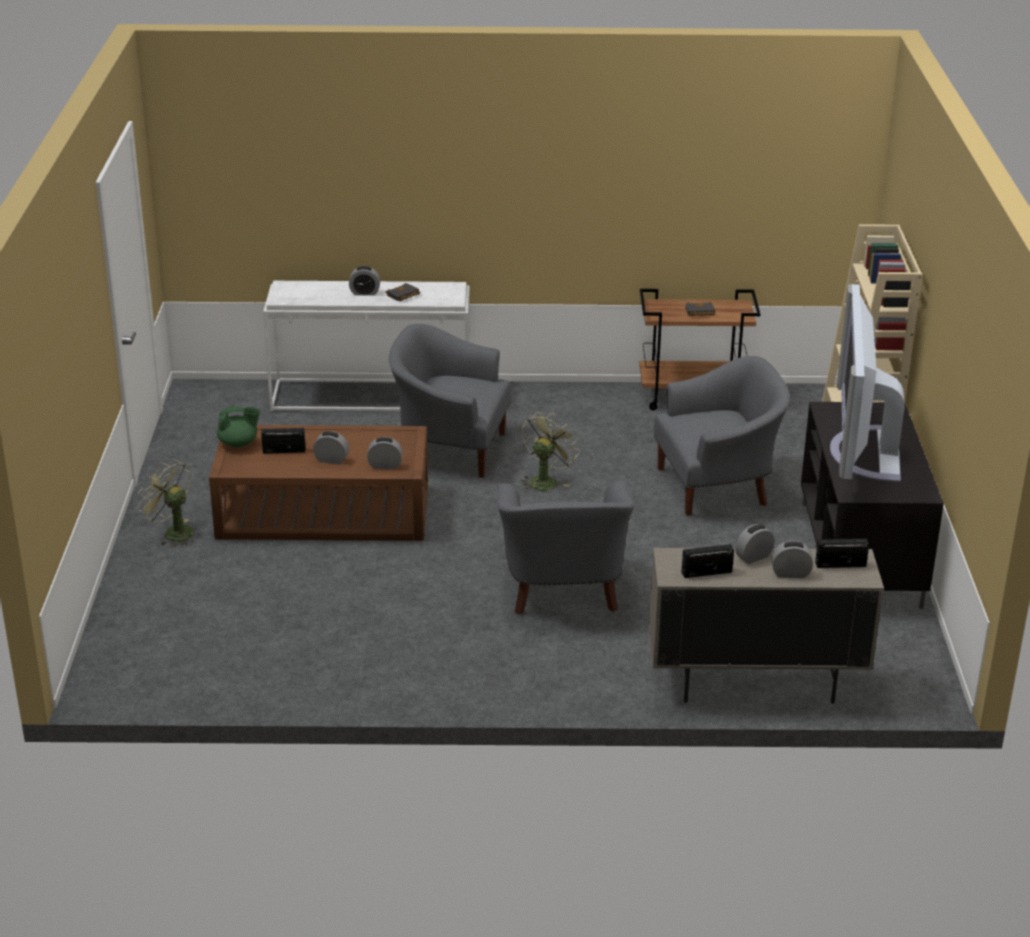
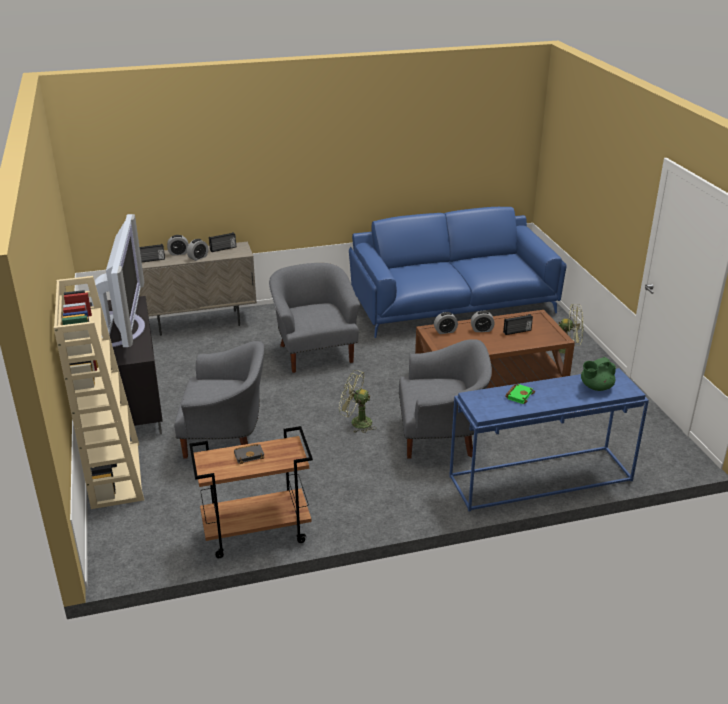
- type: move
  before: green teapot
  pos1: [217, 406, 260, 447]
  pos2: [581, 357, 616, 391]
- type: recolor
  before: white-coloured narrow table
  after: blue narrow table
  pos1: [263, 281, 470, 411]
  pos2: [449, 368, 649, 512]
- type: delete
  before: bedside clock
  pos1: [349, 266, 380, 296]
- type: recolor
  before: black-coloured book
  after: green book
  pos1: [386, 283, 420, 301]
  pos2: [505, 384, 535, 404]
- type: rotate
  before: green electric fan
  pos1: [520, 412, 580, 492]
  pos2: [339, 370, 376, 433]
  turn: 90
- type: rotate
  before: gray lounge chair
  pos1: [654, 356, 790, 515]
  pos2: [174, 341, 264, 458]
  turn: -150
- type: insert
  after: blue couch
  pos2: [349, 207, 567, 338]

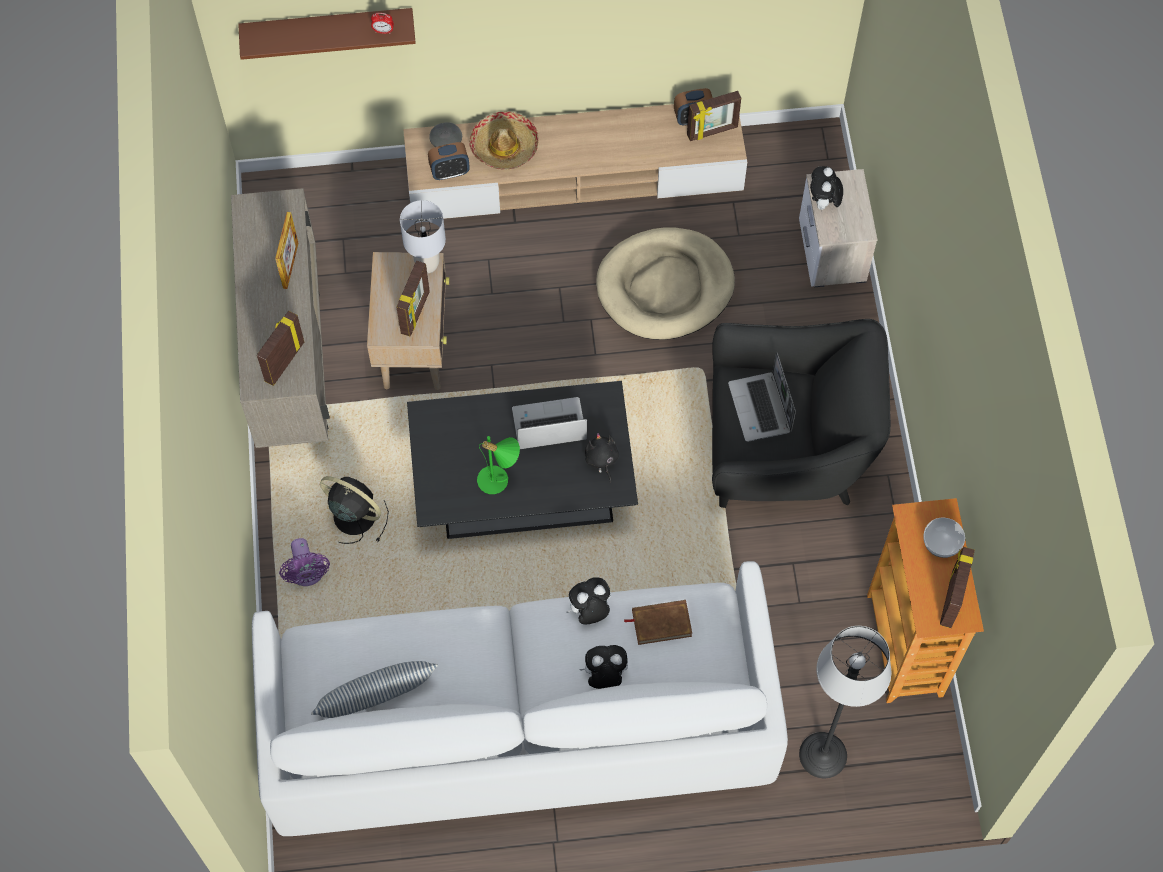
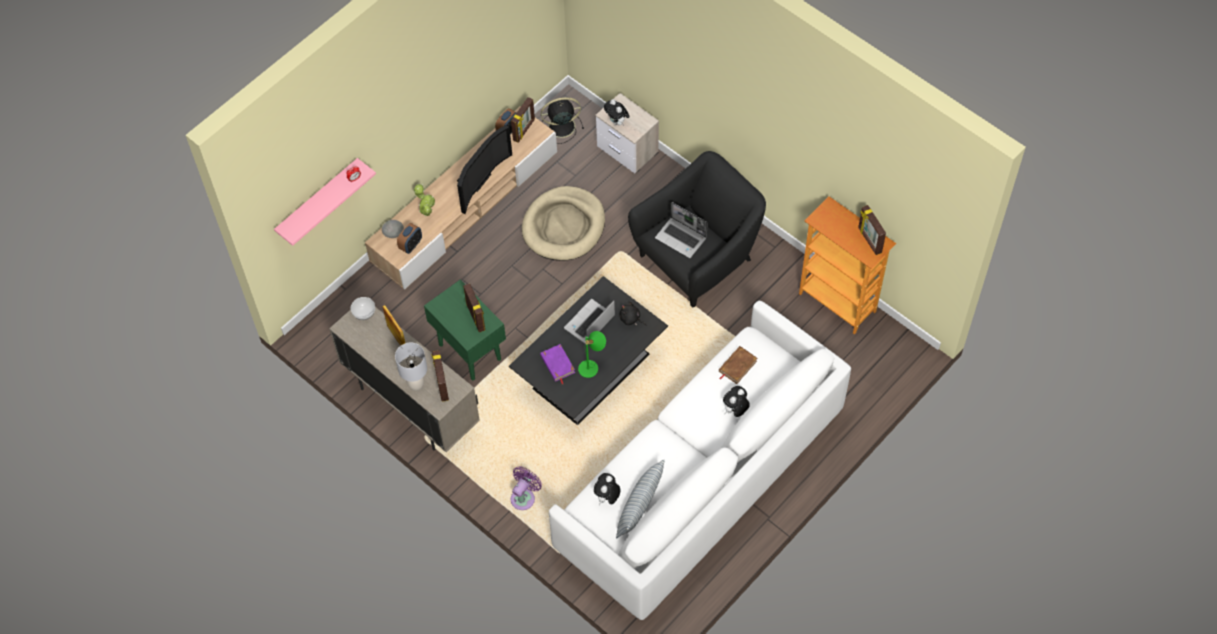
- type: recolor
  before: brownish shelf
  after: pink-coloured shelf
  pos1: [238, 8, 416, 60]
  pos2: [274, 158, 376, 246]
- type: rotate
  before: purple-coloured electric fan
  pos1: [279, 538, 330, 586]
  pos2: [511, 466, 542, 510]
  turn: -90
- type: move
  before: black-coloured electric fan
  pos1: [320, 476, 389, 544]
  pos2: [541, 97, 584, 144]
- type: recolor
  before: beige-coloured end table
  after: green end table
  pos1: [367, 252, 450, 390]
  pos2: [424, 279, 506, 380]
- type: move
  before: gray lamp for a table
  pos1: [400, 200, 446, 273]
  pos2: [395, 342, 427, 391]
- type: replace
  before: hat
  after: plant in a pot
  pos1: [469, 112, 539, 170]
  pos2: [414, 184, 435, 216]
- type: move
  before: cuddly toy
  pos1: [566, 577, 611, 625]
  pos2: [594, 473, 620, 506]
- type: delete
  before: standard lamp
  pos1: [799, 626, 891, 778]
- type: move
  before: bowl
  pos1: [923, 518, 965, 558]
  pos2: [351, 297, 375, 320]
- type: insert
  after: TV
  pos2: [457, 125, 512, 214]
- type: insert
  after: purple-coloured book
  pos2: [540, 344, 575, 384]

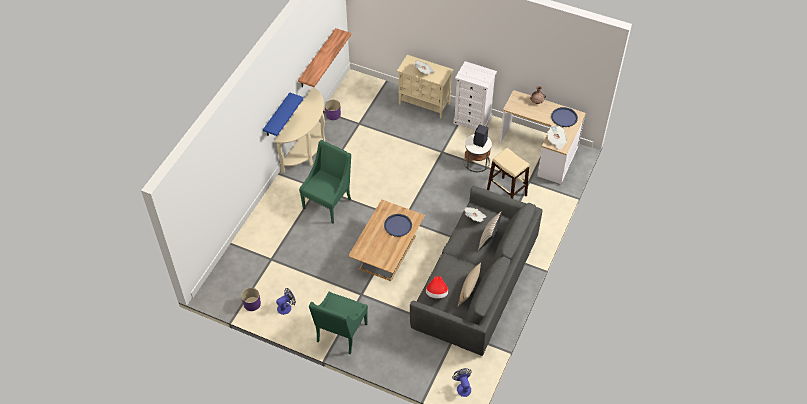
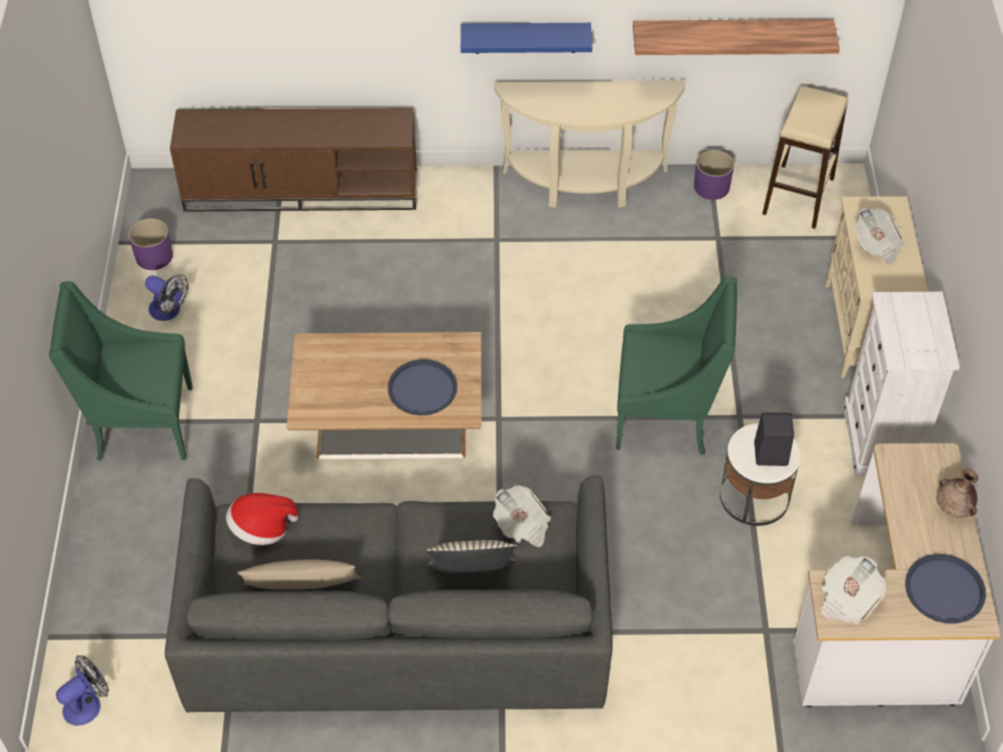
- type: move
  before: green lounge chair
  pos1: [299, 140, 351, 224]
  pos2: [616, 276, 737, 455]
- type: move
  before: beige-coloured stool
  pos1: [487, 148, 530, 199]
  pos2: [762, 86, 848, 229]
- type: insert
  after: brownish tv unit
  pos2: [170, 108, 417, 212]

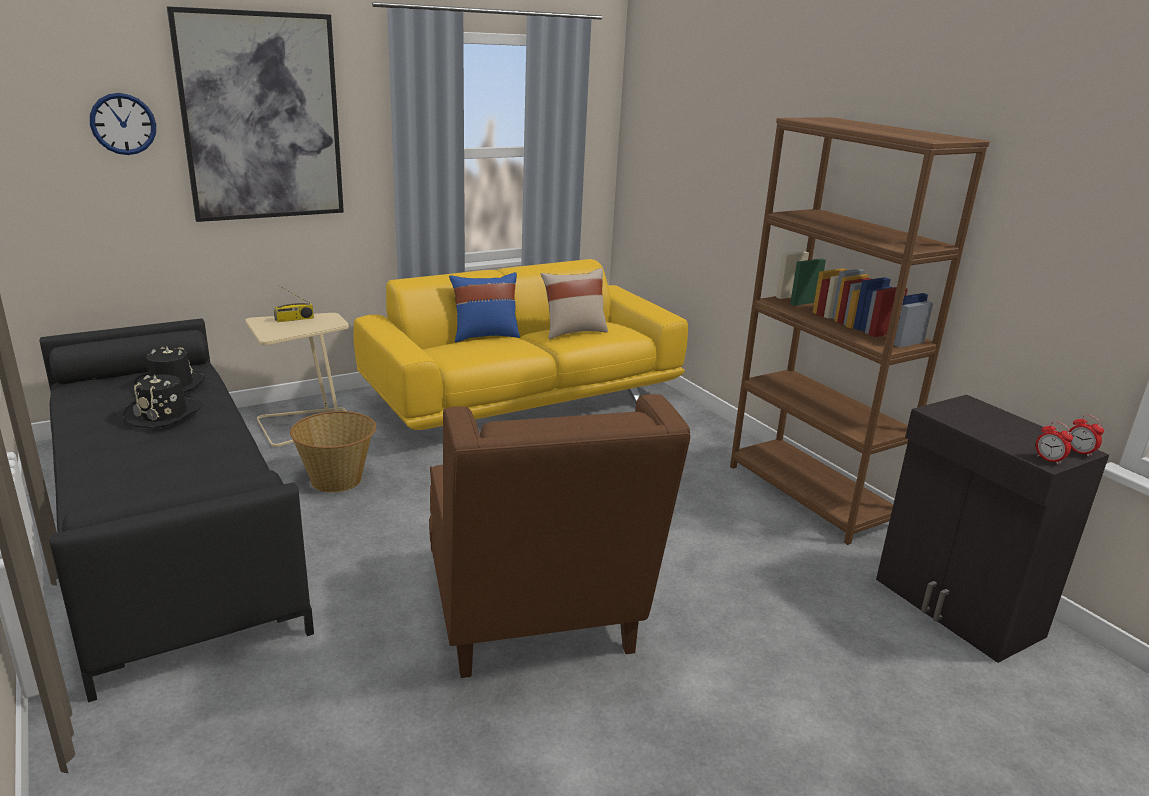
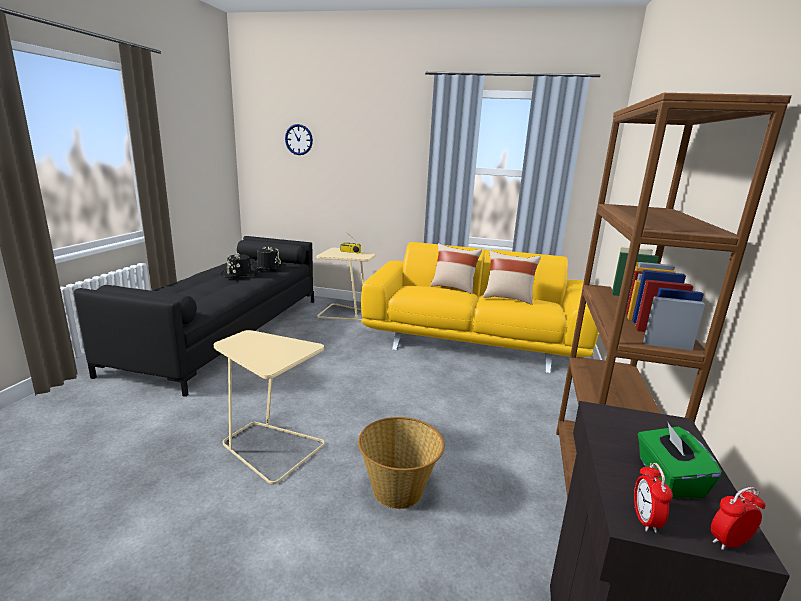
- type: delete
  before: wall art
  pos1: [167, 6, 344, 222]
- type: move
  before: storage basket
  pos1: [290, 411, 376, 492]
  pos2: [358, 417, 445, 509]
- type: replace
  before: brownish lounge chair
  after: beige-coloured end table
  pos1: [429, 394, 690, 678]
  pos2: [214, 330, 325, 484]
- type: recolor
  before: blue cushion
  after: beige-coloured cushion
  pos1: [449, 272, 520, 342]
  pos2: [430, 243, 482, 294]
- type: rotate
  before: bedside clock
  pos1: [1069, 415, 1104, 457]
  pos2: [711, 487, 766, 550]
  turn: 60
- type: insert
  after: green tissue box
  pos2: [638, 421, 722, 499]

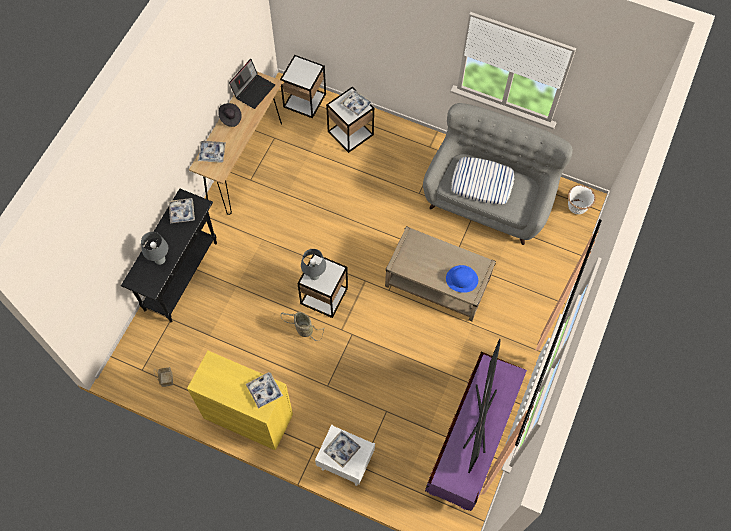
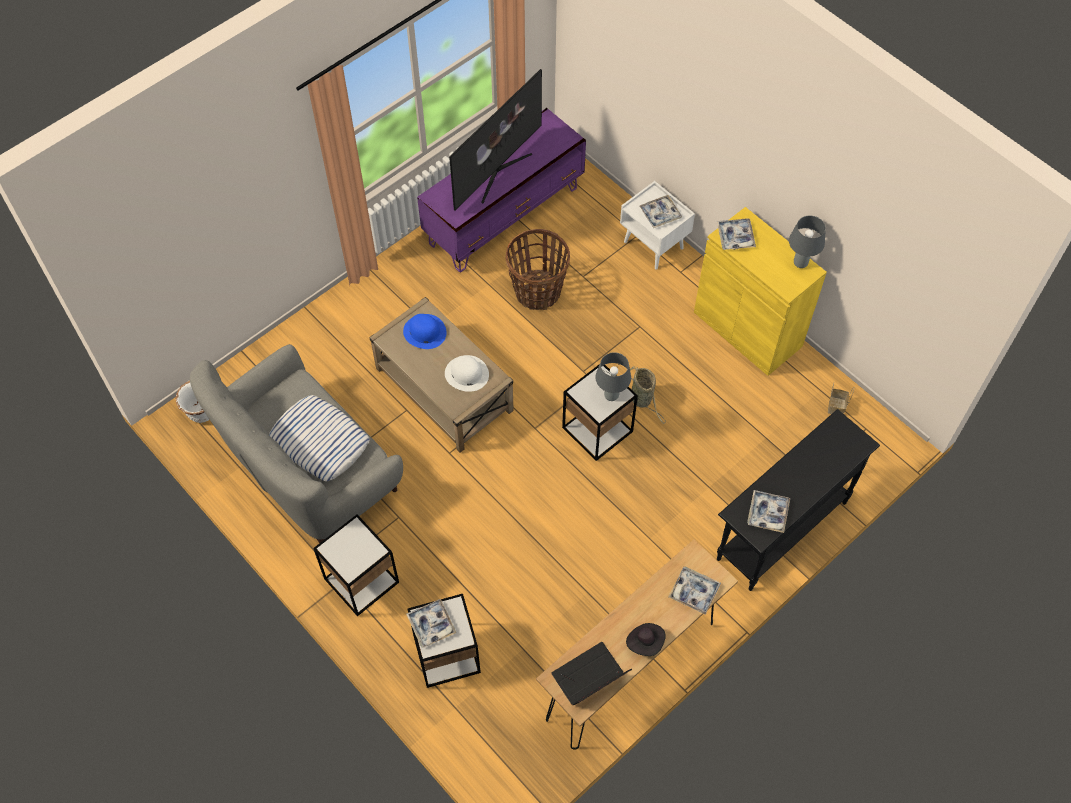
- type: move
  before: gray lamp for a table
  pos1: [141, 232, 168, 265]
  pos2: [789, 215, 826, 268]
- type: move
  before: end table
  pos1: [280, 55, 326, 118]
  pos2: [313, 514, 399, 616]
- type: insert
  after: white-coloured hat
  pos2: [445, 355, 489, 392]
- type: insert
  after: storage basket
  pos2: [506, 229, 570, 310]

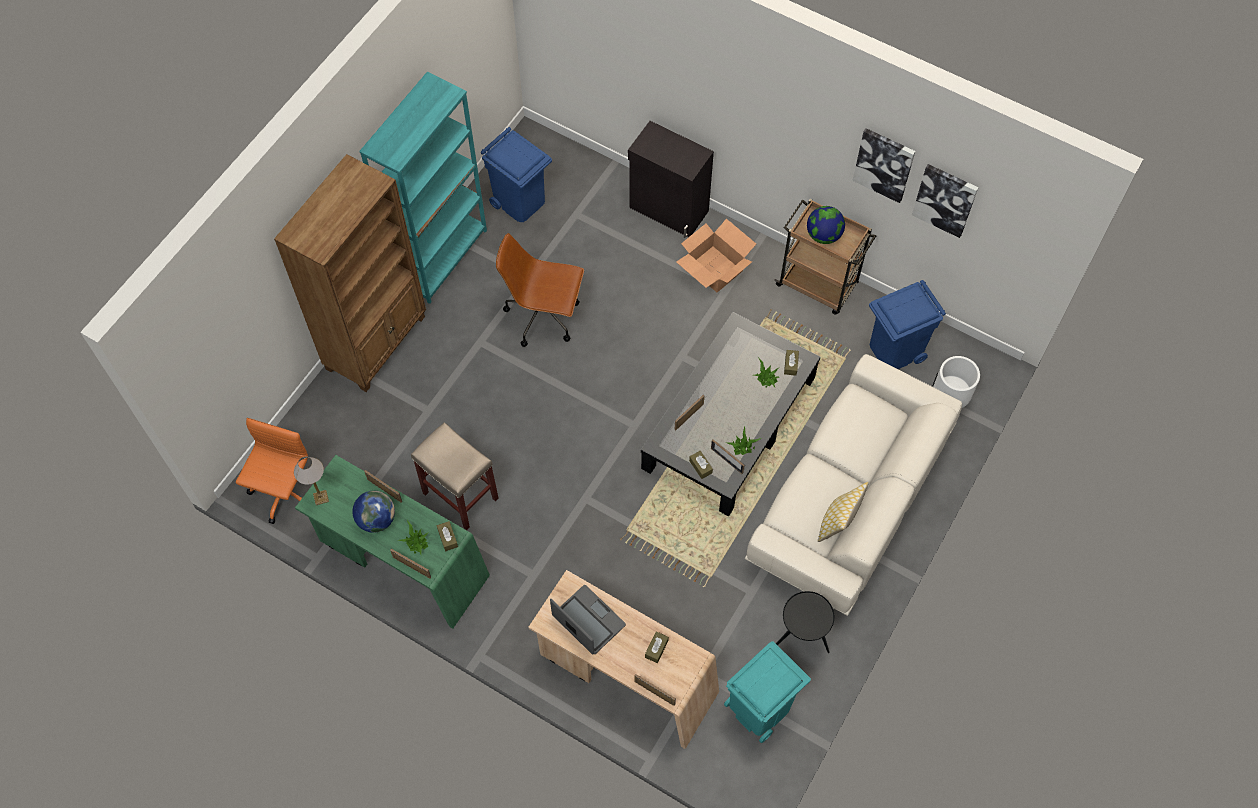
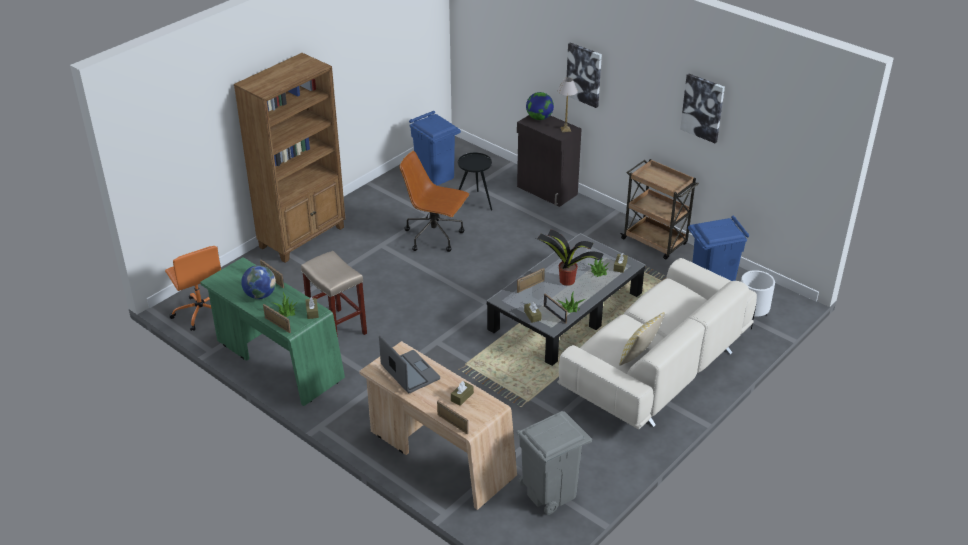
- type: rotate
  before: orange-coloured office chair
  pos1: [236, 418, 308, 524]
  pos2: [165, 246, 221, 331]
  turn: 120
- type: move
  before: lamp for a table
  pos1: [294, 457, 329, 505]
  pos2: [558, 77, 578, 132]
- type: delete
  before: turquoise-coloured bookcase
  pos1: [359, 72, 487, 304]
- type: delete
  before: carton
  pos1: [676, 219, 756, 292]
- type: recolor
  before: turquoise-coloured rubbish bin
  after: gray rubbish bin
  pos1: [724, 641, 811, 743]
  pos2: [516, 411, 592, 515]
- type: move
  before: black-coloured end table
  pos1: [776, 591, 834, 653]
  pos2: [458, 153, 492, 211]
- type: move
  before: desk globe
  pos1: [807, 206, 845, 244]
  pos2: [526, 92, 554, 120]
- type: move
  before: wall art
  pos1: [912, 164, 978, 238]
  pos2: [567, 42, 602, 108]
- type: insert
  after: plant in a pot
  pos2: [536, 229, 604, 286]

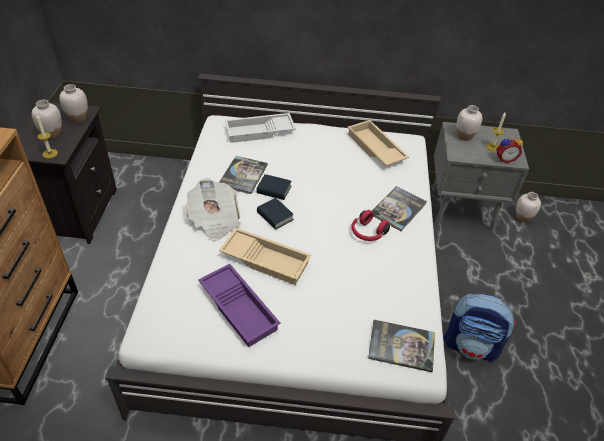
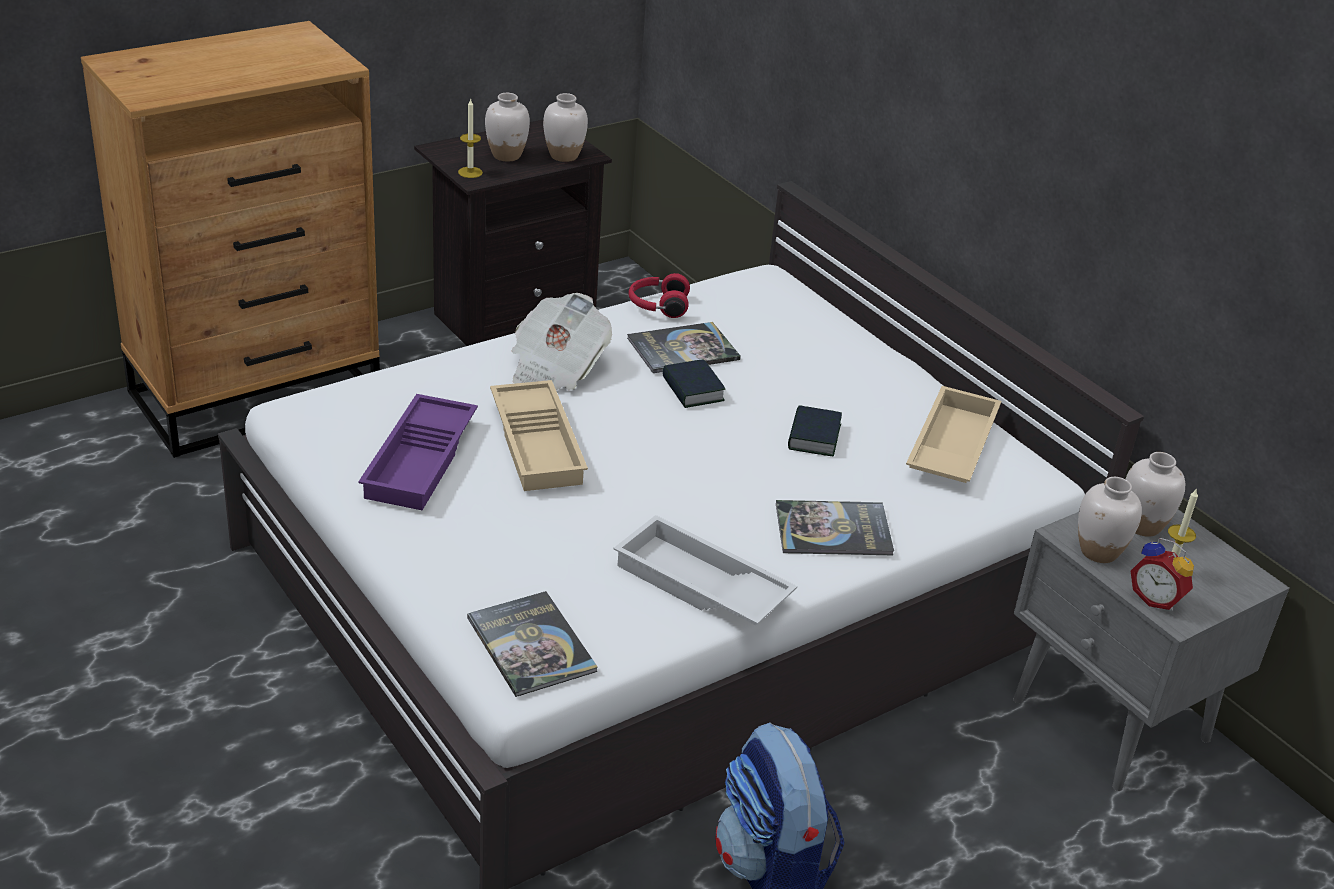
- type: move
  before: white-coloured serving tray
  pos1: [225, 113, 296, 143]
  pos2: [614, 515, 797, 625]
- type: move
  before: book
  pos1: [257, 198, 294, 230]
  pos2: [788, 405, 842, 456]
- type: move
  before: red-coloured headset
  pos1: [352, 210, 390, 241]
  pos2: [629, 273, 690, 318]
- type: move
  before: white-coloured decorative vase
  pos1: [516, 192, 541, 222]
  pos2: [1078, 477, 1142, 563]

